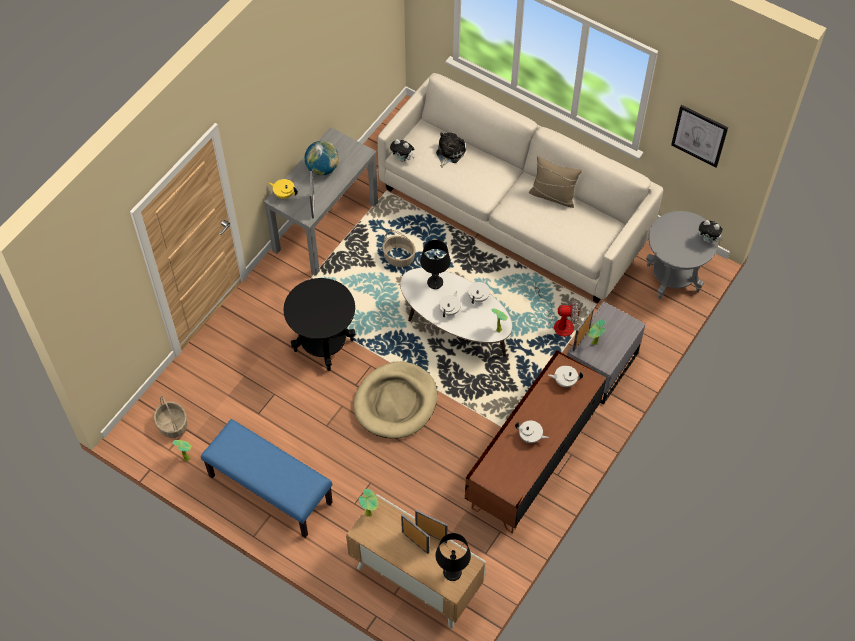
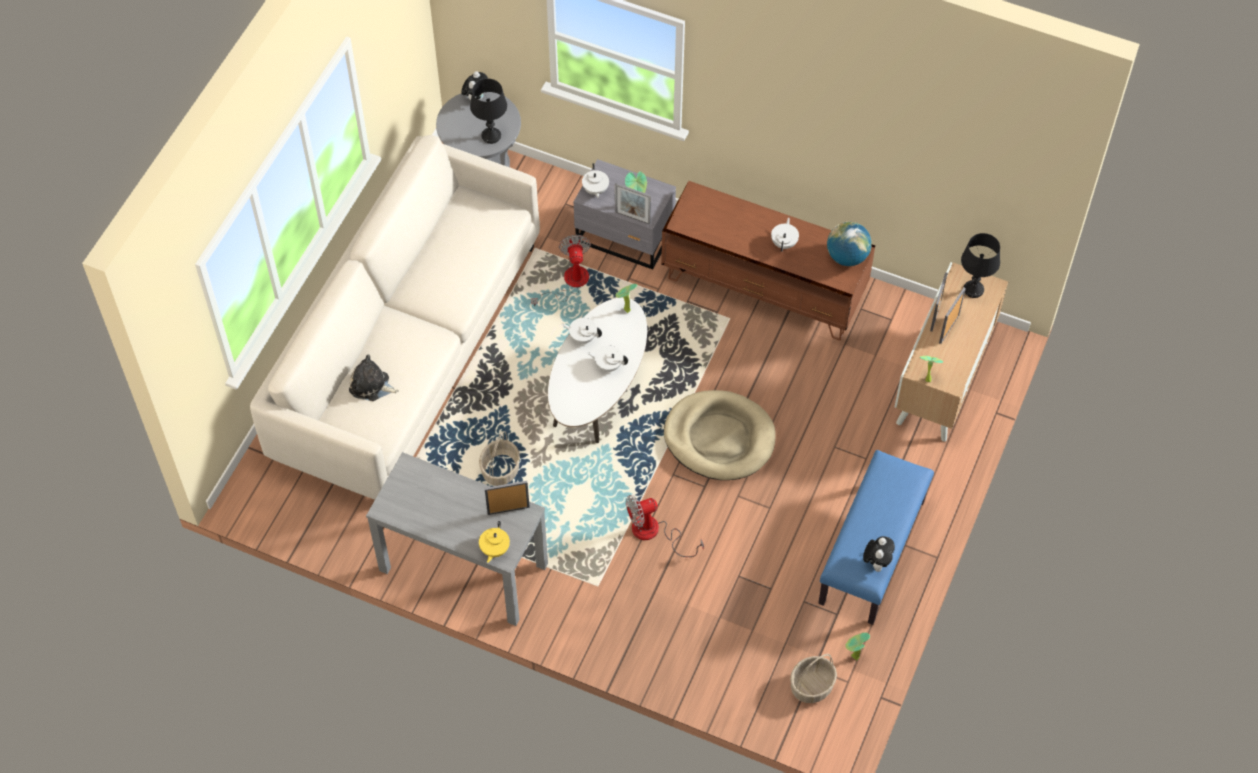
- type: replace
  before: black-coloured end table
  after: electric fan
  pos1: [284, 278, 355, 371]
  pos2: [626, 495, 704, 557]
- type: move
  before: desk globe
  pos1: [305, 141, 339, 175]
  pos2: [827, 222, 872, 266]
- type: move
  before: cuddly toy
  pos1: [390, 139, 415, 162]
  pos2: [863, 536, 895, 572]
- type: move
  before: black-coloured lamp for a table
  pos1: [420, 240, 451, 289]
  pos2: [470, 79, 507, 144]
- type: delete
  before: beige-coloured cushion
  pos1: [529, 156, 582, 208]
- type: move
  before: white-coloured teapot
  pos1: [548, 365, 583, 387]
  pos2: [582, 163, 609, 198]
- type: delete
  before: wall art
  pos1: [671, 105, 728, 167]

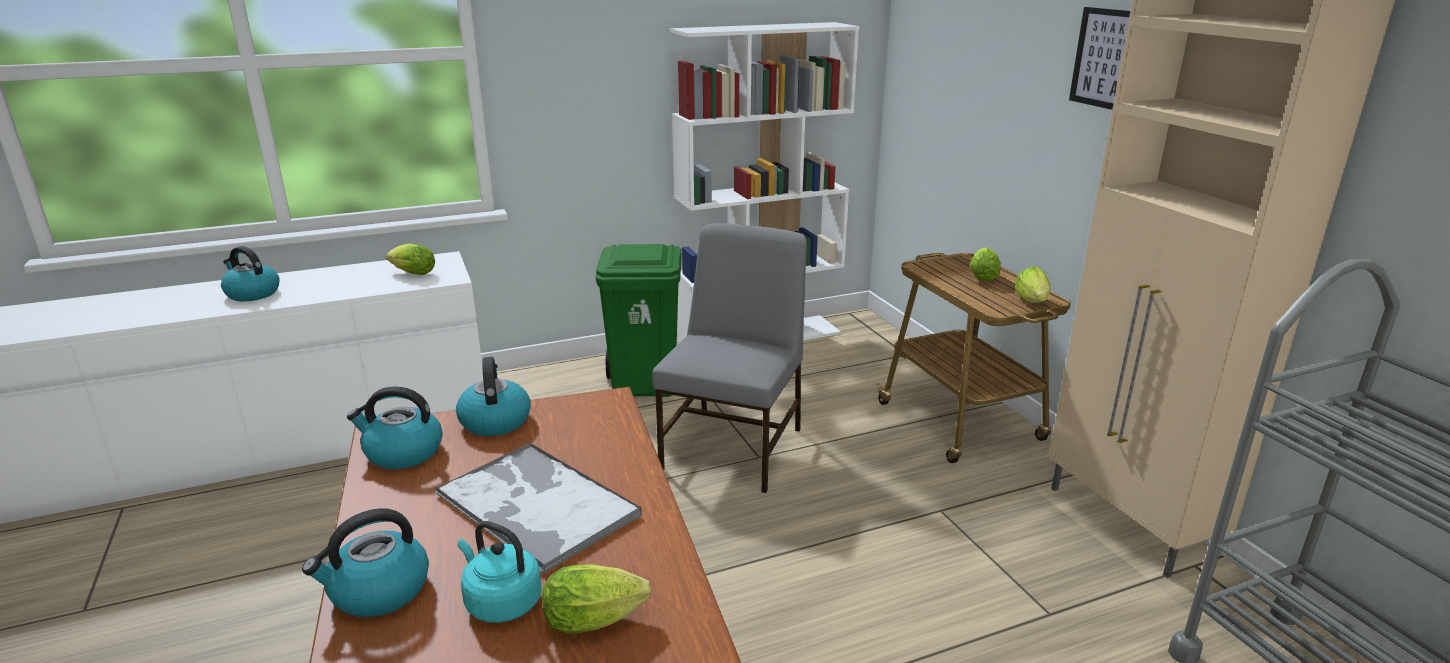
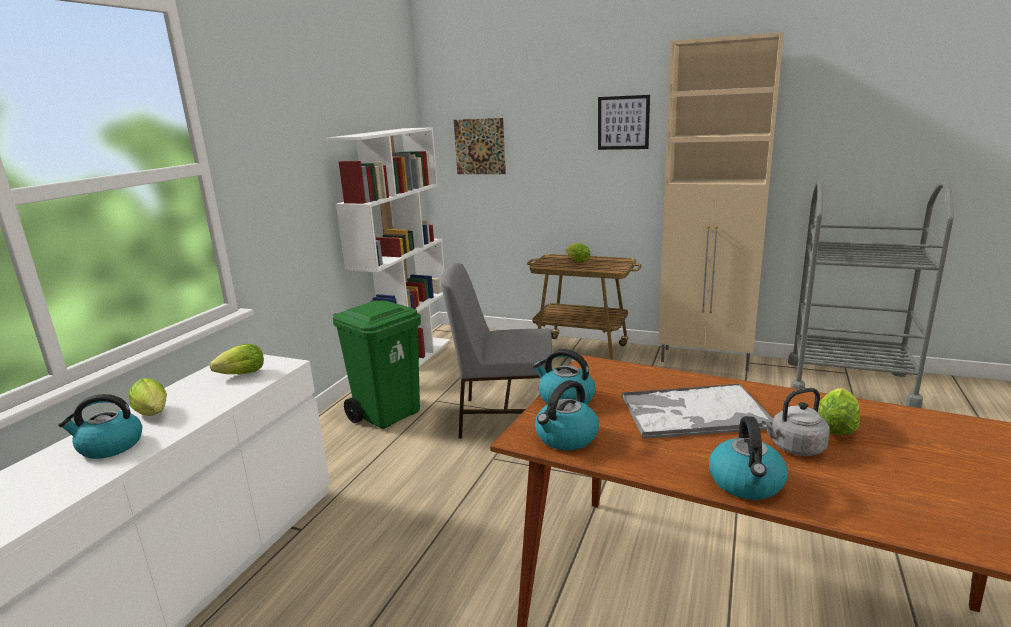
- type: recolor
  before: turquoise-coloured kettle
  after: gray kettle
  pos1: [458, 521, 542, 623]
  pos2: [762, 388, 830, 456]
- type: rotate
  before: gray chair
  pos1: [652, 223, 807, 493]
  pos2: [441, 262, 552, 439]
  turn: -60
- type: move
  before: lettuce
  pos1: [1015, 266, 1051, 303]
  pos2: [128, 378, 167, 416]
- type: insert
  after: wall art
  pos2: [454, 118, 506, 174]

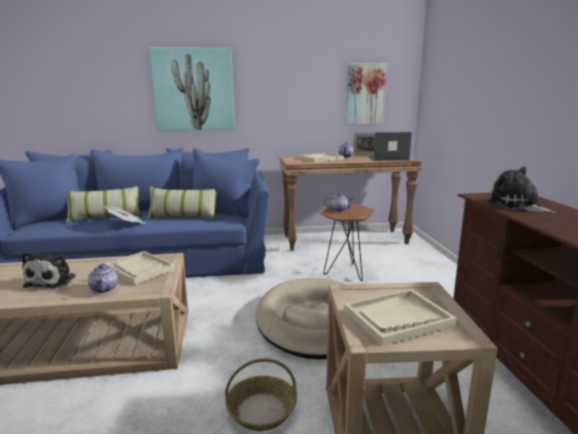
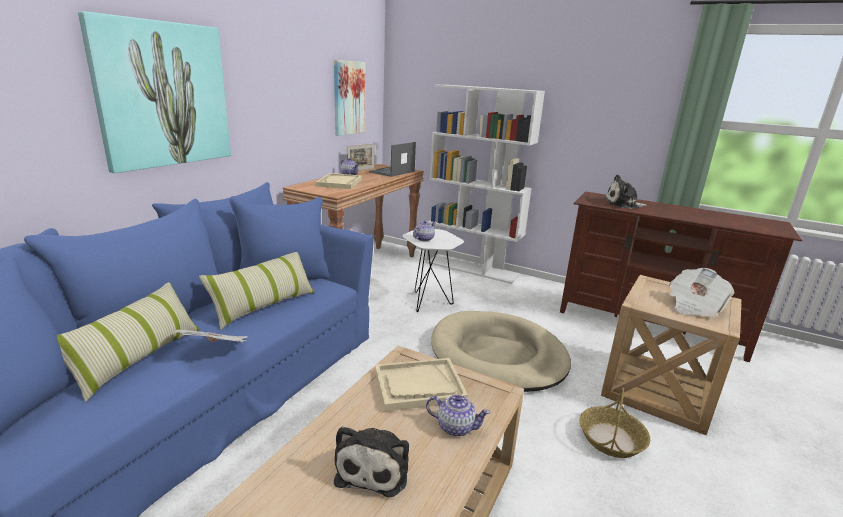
- type: rotate
  before: cuddly toy
  pos1: [22, 252, 76, 288]
  pos2: [334, 426, 409, 497]
  turn: 60
- type: recolor
  before: brownish end table
  after: white-coloured end table
  pos1: [321, 204, 375, 281]
  pos2: [403, 229, 464, 312]
- type: replace
  before: beige-coloured serving tray
  after: newspaper
  pos1: [344, 289, 457, 346]
  pos2: [669, 268, 734, 317]
- type: insert
  after: white-coloured bookcase
  pos2: [425, 85, 545, 284]

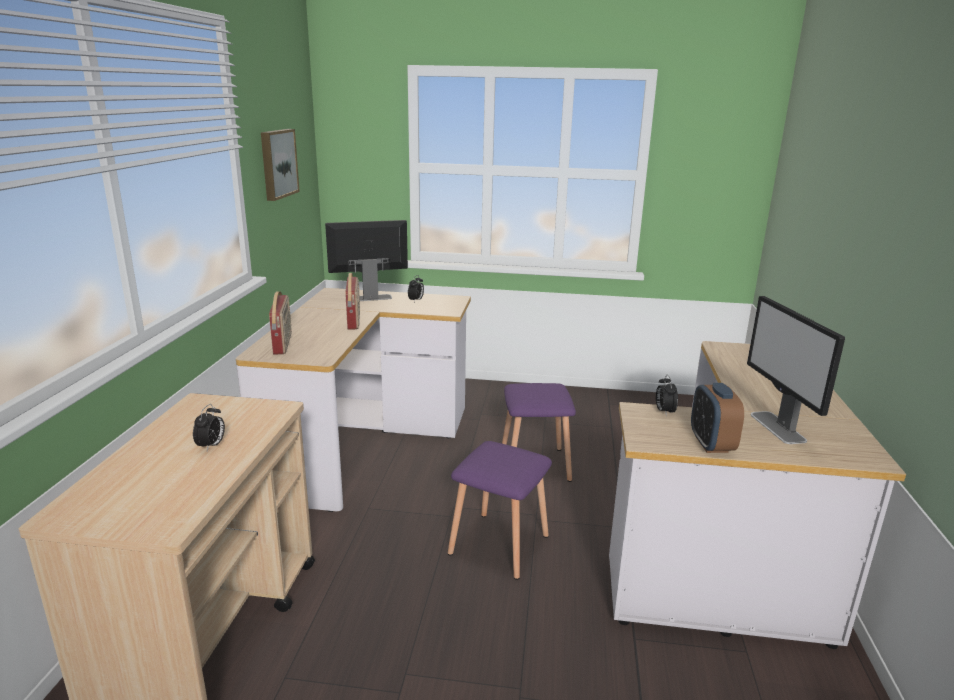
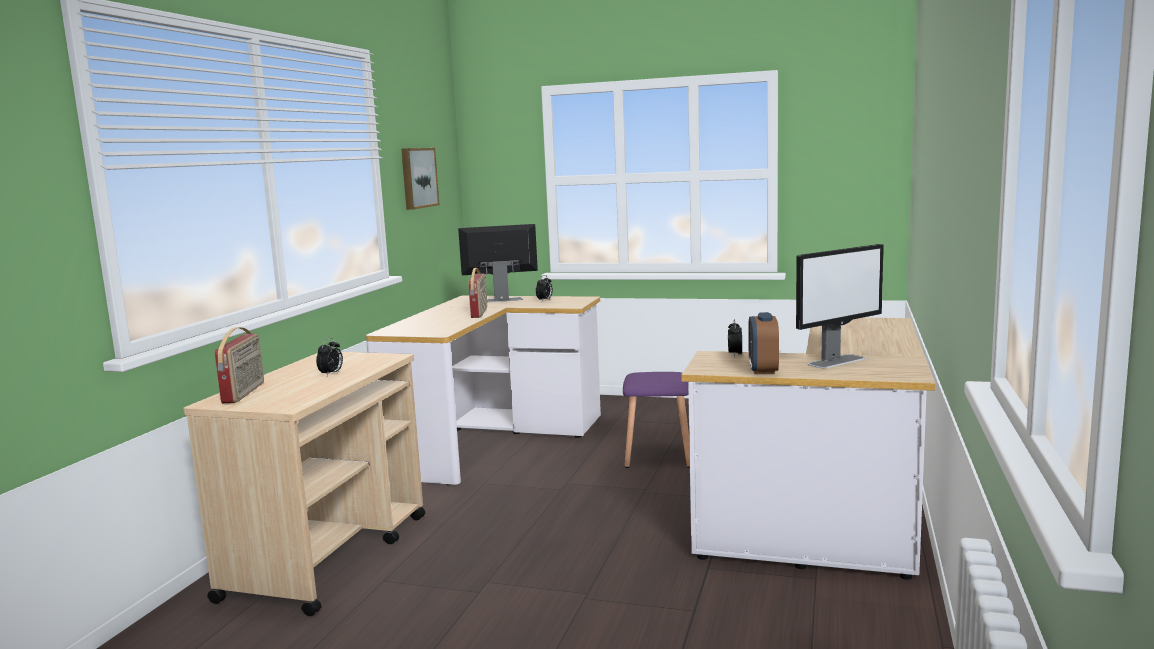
- type: move
  before: radio receiver
  pos1: [269, 291, 292, 355]
  pos2: [215, 327, 264, 403]
- type: delete
  before: purple-coloured stool
  pos1: [448, 441, 552, 580]
- type: rotate
  before: computer display
  pos1: [747, 296, 845, 444]
  pos2: [796, 244, 884, 368]
  turn: -120

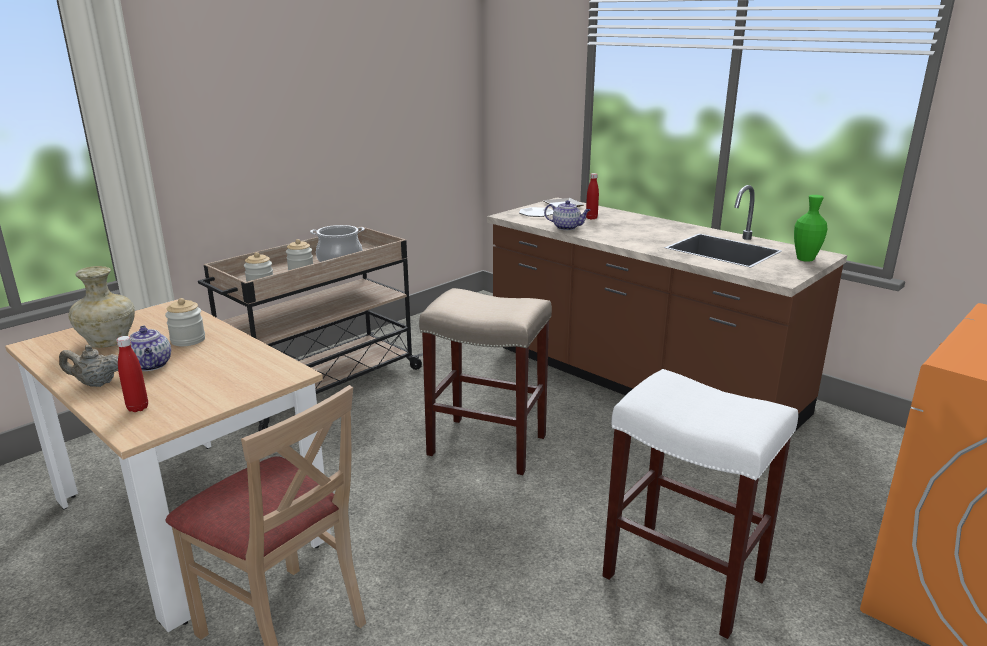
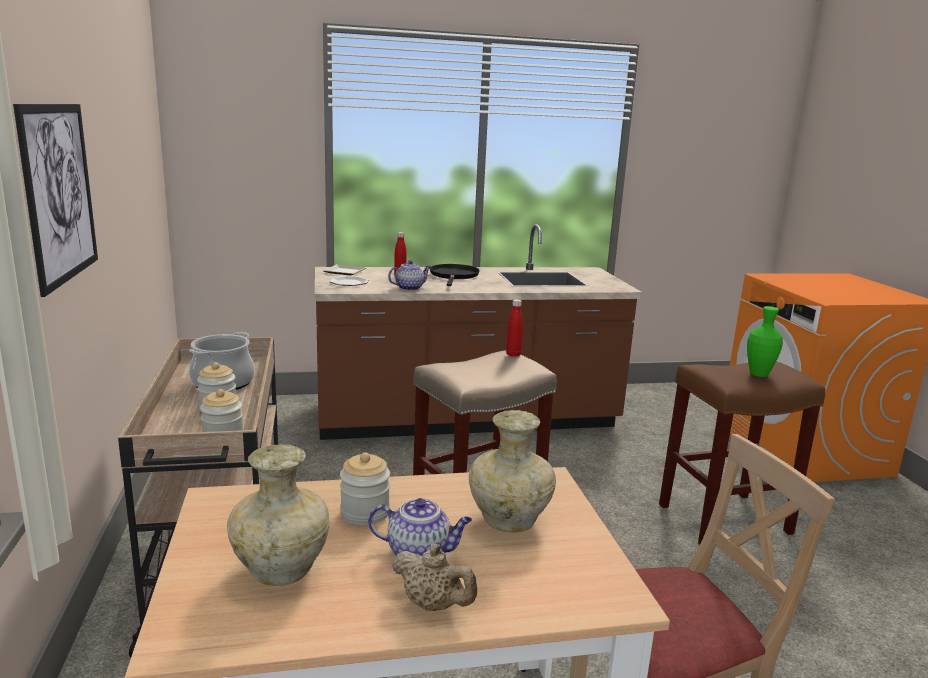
- type: rotate
  before: beige-coloured teapot
  pos1: [59, 345, 118, 387]
  pos2: [392, 543, 477, 611]
  turn: -90
- type: move
  before: red-coloured beverage bottle
  pos1: [116, 336, 148, 412]
  pos2: [506, 299, 523, 357]
- type: recolor
  before: white-coloured stool
  after: brownish stool
  pos1: [602, 369, 798, 639]
  pos2: [659, 362, 825, 544]
- type: move
  before: green decorative vase
  pos1: [794, 195, 828, 262]
  pos2: [747, 306, 783, 377]
- type: insert
  after: wall art
  pos2: [13, 104, 98, 297]
- type: insert
  after: black-coloured skillet
  pos2: [430, 264, 480, 286]
- type: insert
  after: beige-coloured decorative vase
  pos2: [469, 410, 556, 533]

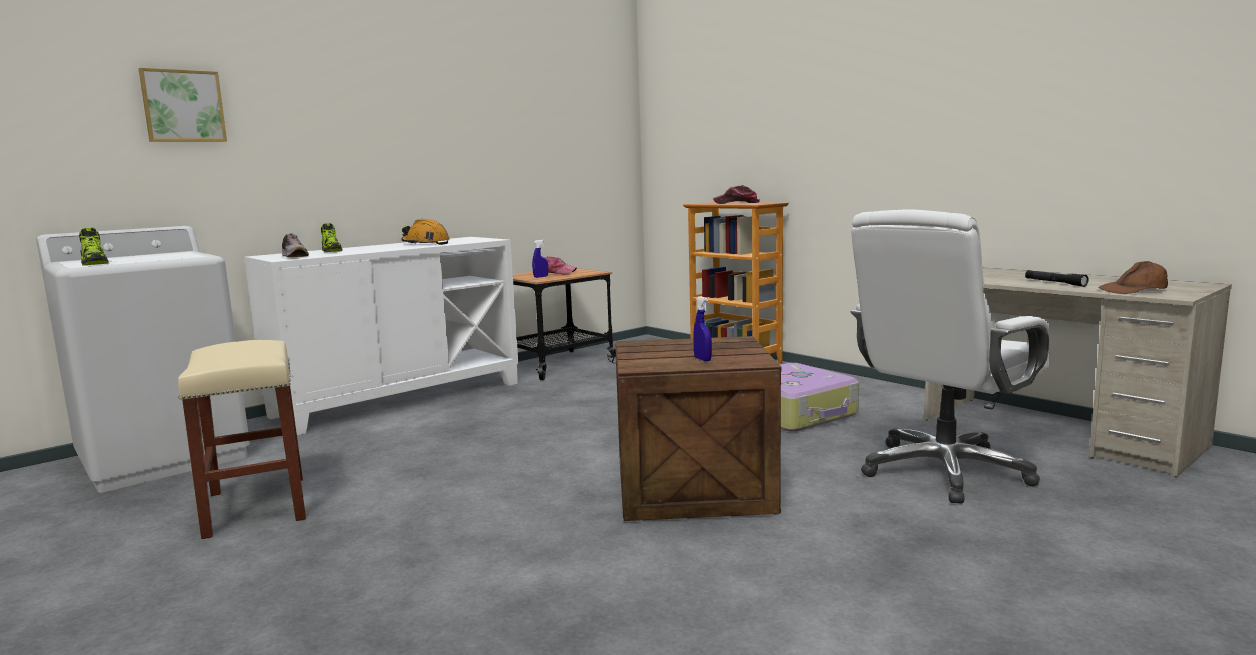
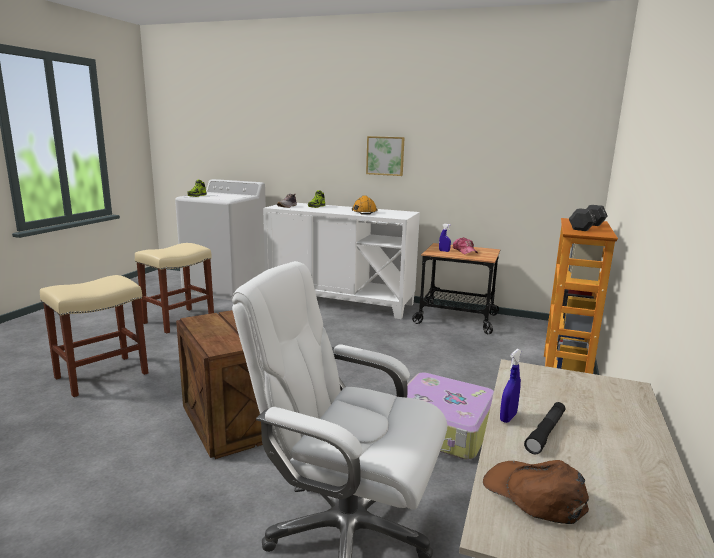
- type: move
  before: wall art
  pos1: [139, 68, 227, 141]
  pos2: [366, 136, 405, 176]
- type: move
  before: blue hand sprayer
  pos1: [693, 296, 712, 361]
  pos2: [500, 349, 521, 423]
- type: replace
  before: baseball cap
  after: black-coloured free weight
  pos1: [713, 185, 760, 204]
  pos2: [569, 205, 608, 231]
- type: insert
  after: beige-coloured stool
  pos2: [40, 275, 148, 397]

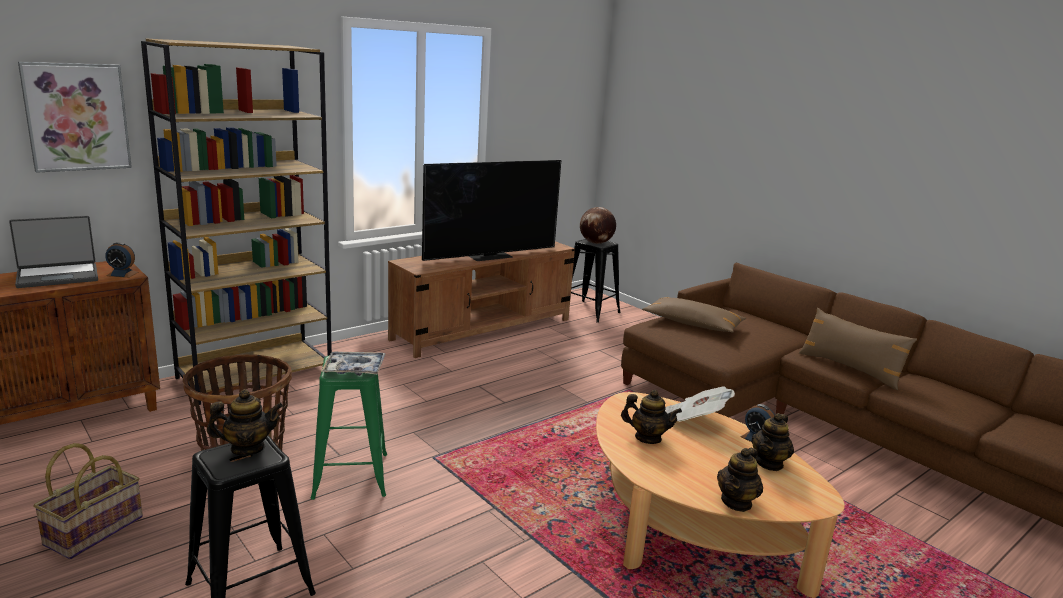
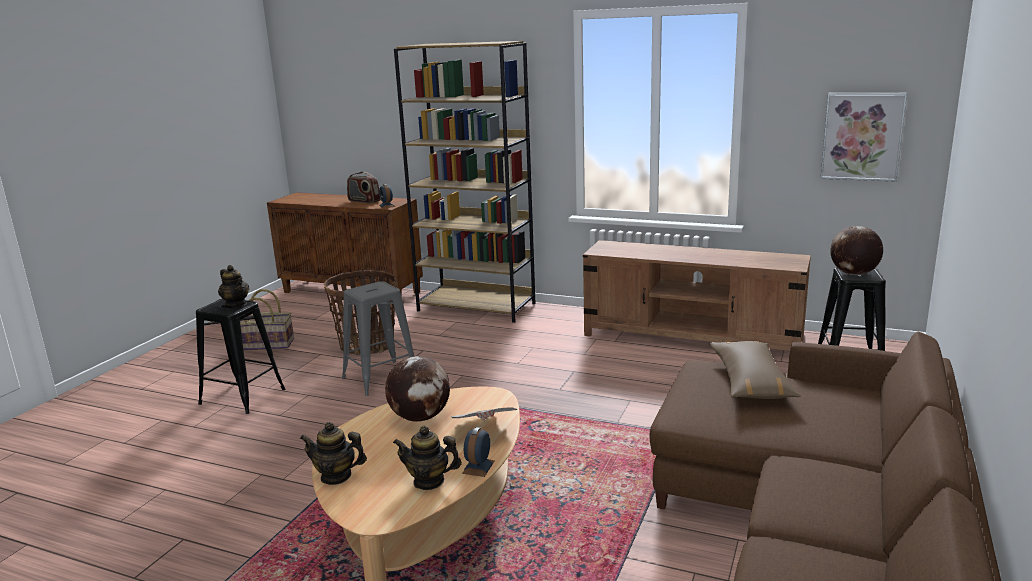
- type: replace
  before: notebook computer
  after: radio receiver
  pos1: [9, 216, 98, 288]
  pos2: [347, 172, 380, 204]
- type: move
  before: wall art
  pos1: [18, 62, 132, 173]
  pos2: [821, 92, 907, 182]
- type: recolor
  before: green stool
  after: gray stool
  pos1: [311, 355, 387, 500]
  pos2: [342, 281, 414, 396]
- type: delete
  before: serving tray
  pos1: [321, 351, 386, 376]
- type: delete
  before: TV
  pos1: [422, 160, 561, 261]
- type: replace
  before: teapot
  after: desk globe
  pos1: [621, 390, 682, 444]
  pos2: [385, 356, 450, 422]
- type: delete
  before: brownish cushion
  pos1: [799, 308, 917, 390]

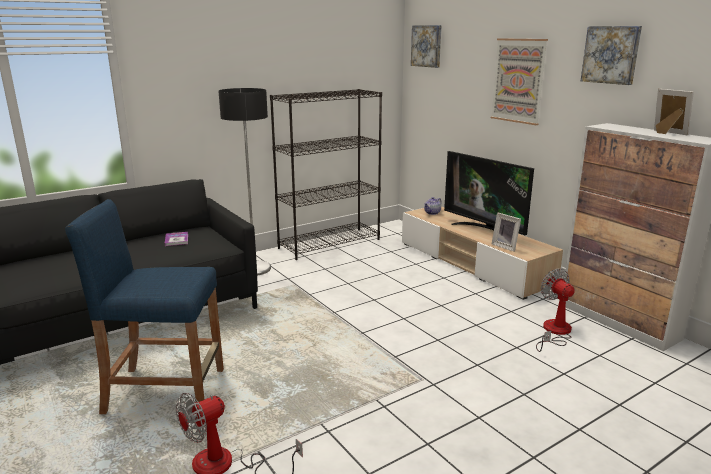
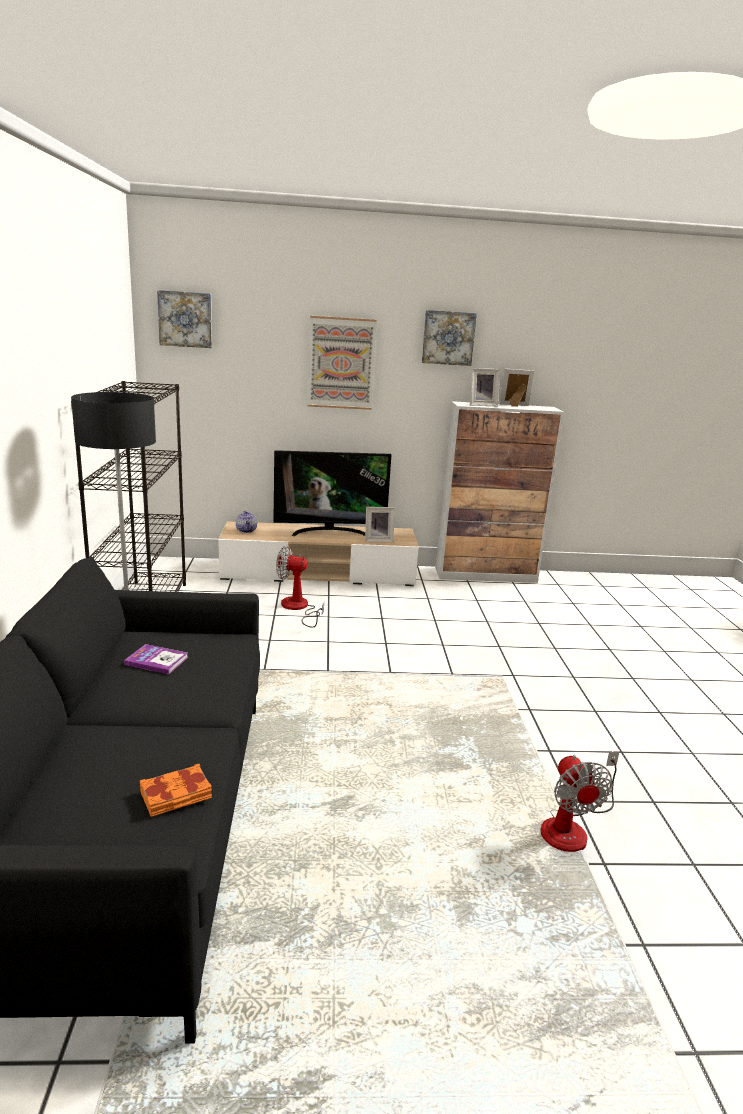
- type: delete
  before: blue stool
  pos1: [65, 199, 224, 414]
- type: move
  before: electric fan
  pos1: [536, 269, 575, 352]
  pos2: [276, 546, 324, 628]
- type: insert
  after: orange-coloured book
  pos2: [139, 764, 212, 817]
- type: insert
  after: photo frame
  pos2: [470, 368, 500, 406]

